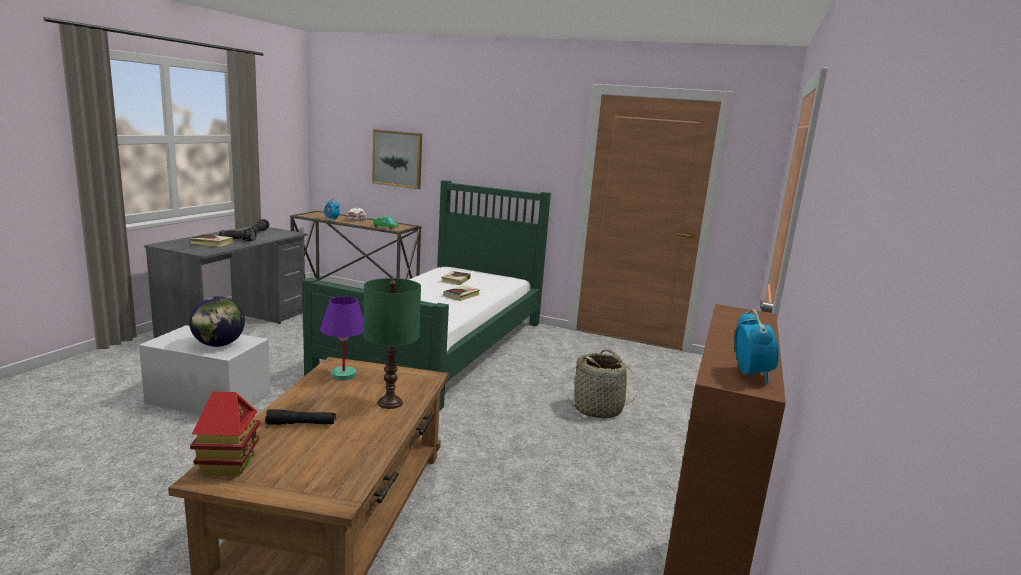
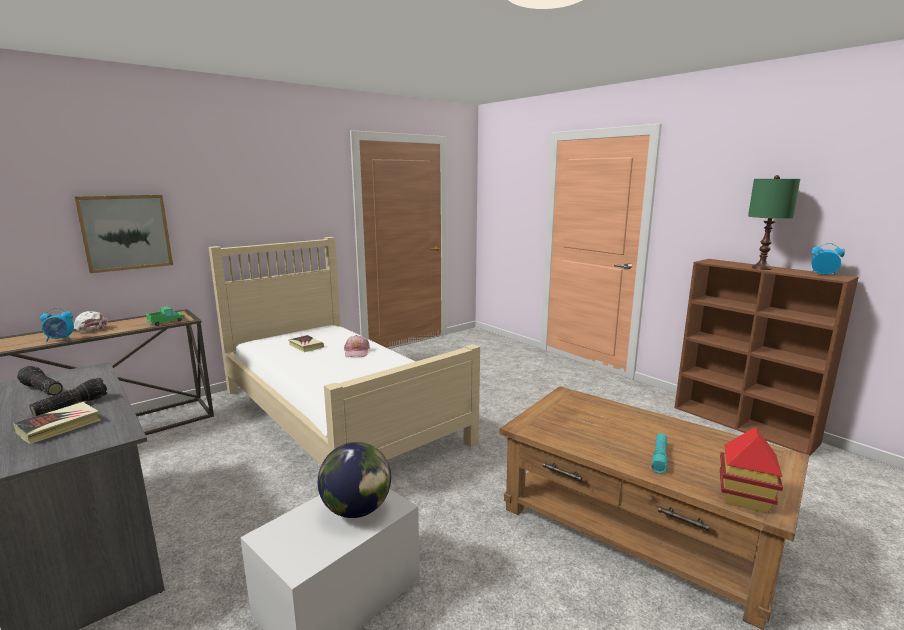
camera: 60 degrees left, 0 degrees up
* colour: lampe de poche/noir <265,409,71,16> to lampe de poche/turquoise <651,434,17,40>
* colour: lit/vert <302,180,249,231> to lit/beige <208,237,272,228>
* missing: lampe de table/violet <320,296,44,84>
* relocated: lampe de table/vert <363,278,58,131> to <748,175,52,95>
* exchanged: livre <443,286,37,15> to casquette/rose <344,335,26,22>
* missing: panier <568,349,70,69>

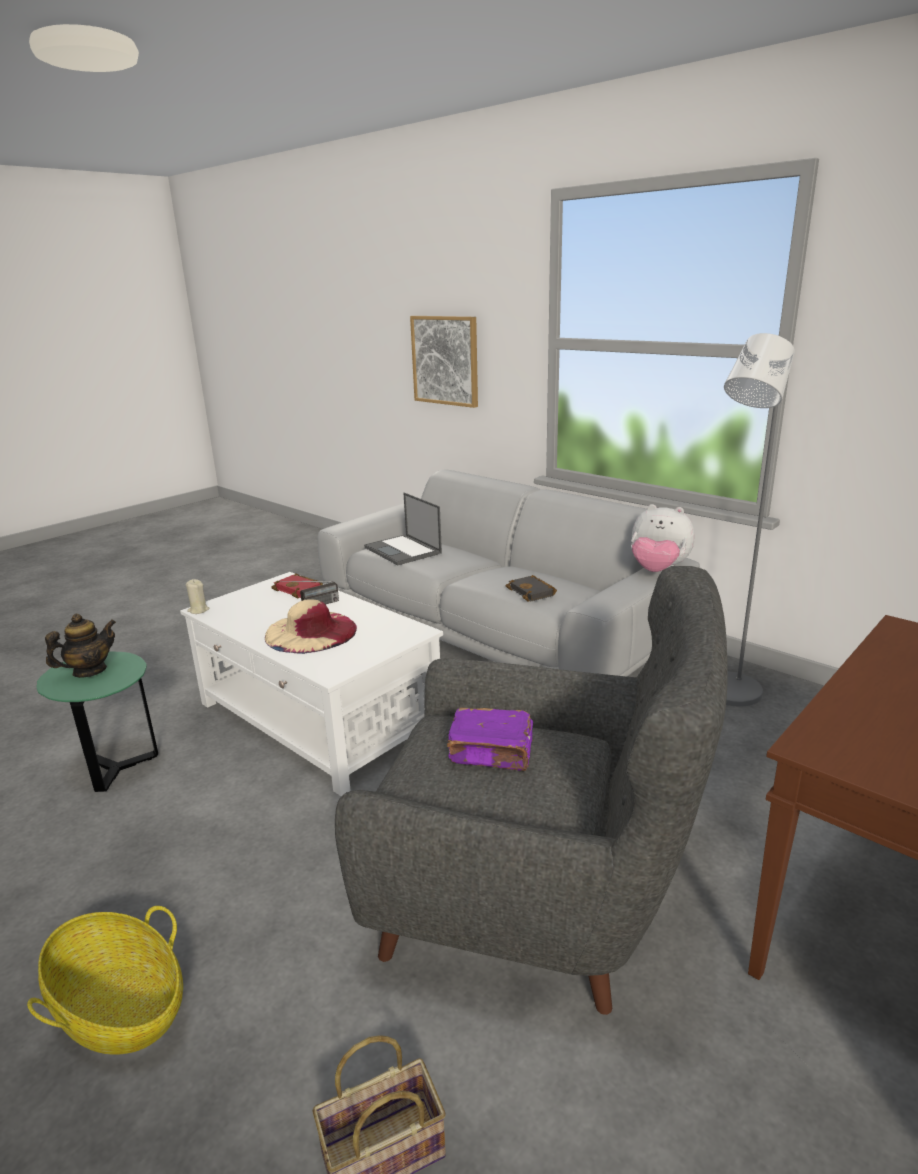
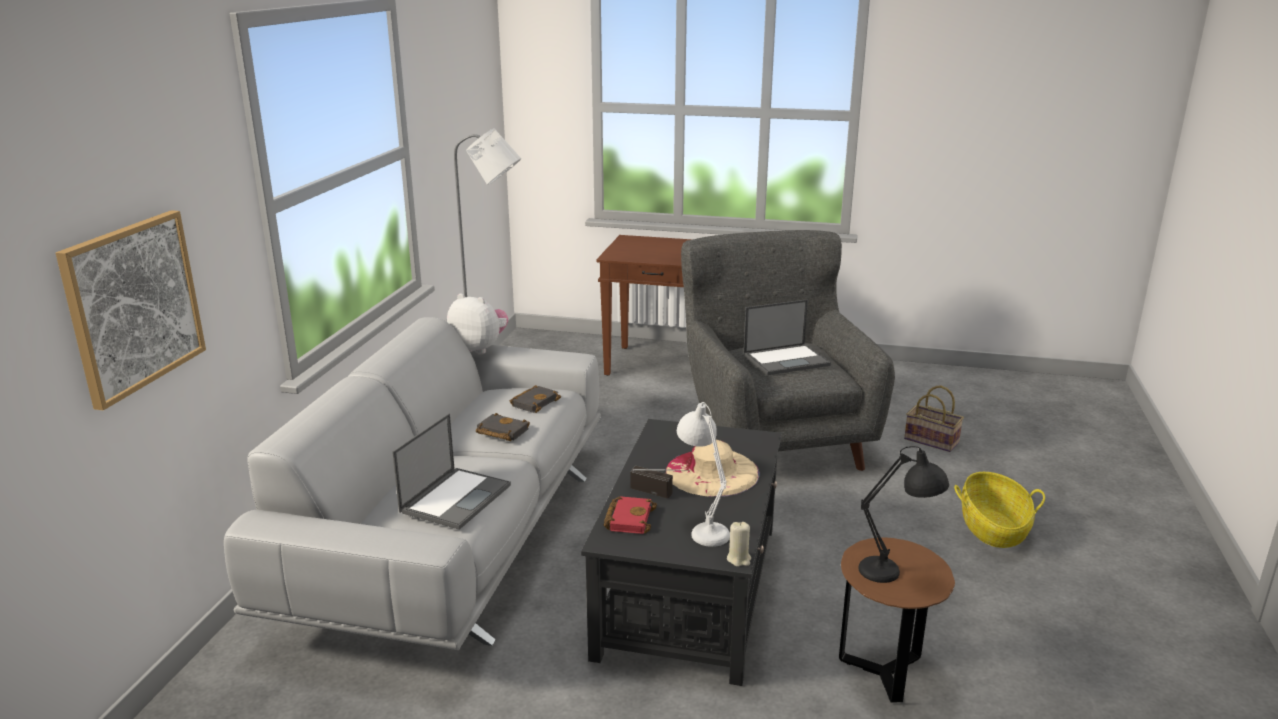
camera: 120 degrees left, 0 degrees up
* colour: table d'appoint/vert <36,651,122,141> to table d'appoint/marron <839,537,116,166>
* exchanged: théière <45,613,71,65> to lampe de table/noir <858,446,91,137>
* colour: table basse/blanc <180,572,263,225> to table basse/noir <581,419,201,267>
* exchanged: livre/violet <447,708,87,63> to ordinateur portable <743,299,88,76>
* spun: peluche <631,504,64,68> = <447,293,61,61> 60 degrees counterclockwise
* appeared: livre/noir <476,413,54,28>
* appeared: lampe de table/blanc <677,402,53,145>

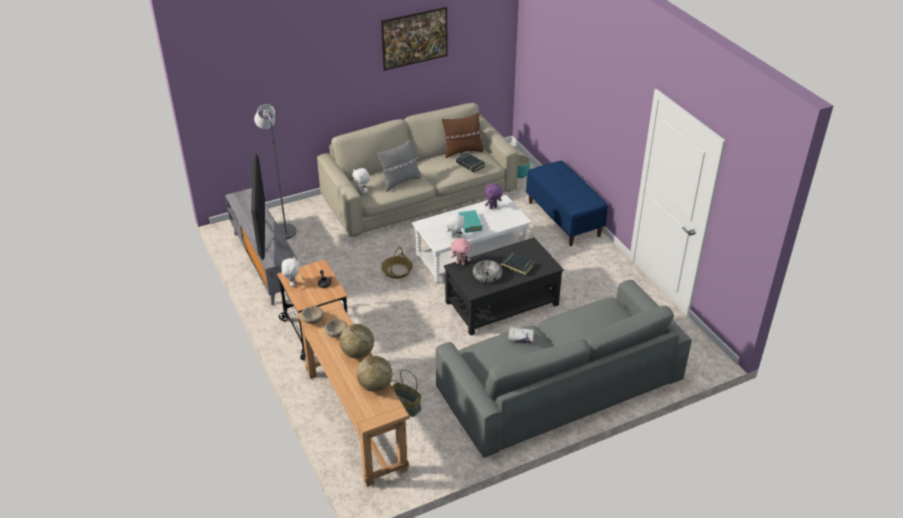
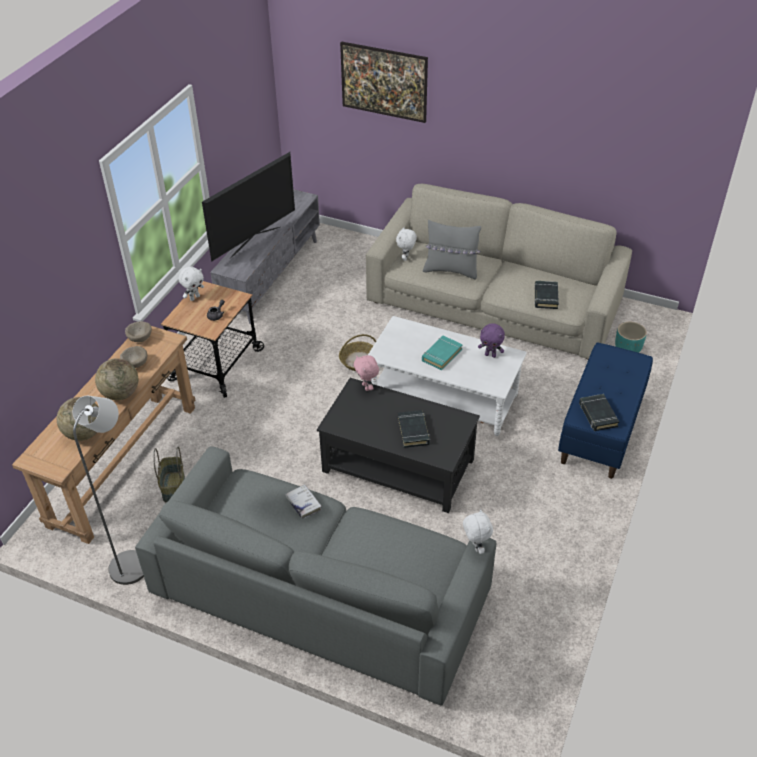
camera: 50 degrees right, 5 degrees up
* relocated: lampadaire/gris <254,104,43,136> to <73,396,71,189>
* relocated: tableau <381,7,66,64> to <340,41,88,82>
* missing: coussin/marron <442,113,42,45>
* relocated: peluche/blanc <446,213,19,26> to <463,509,30,45>
* missing: bol <473,260,30,23>
* appeared: livre/noir <579,394,40,37>

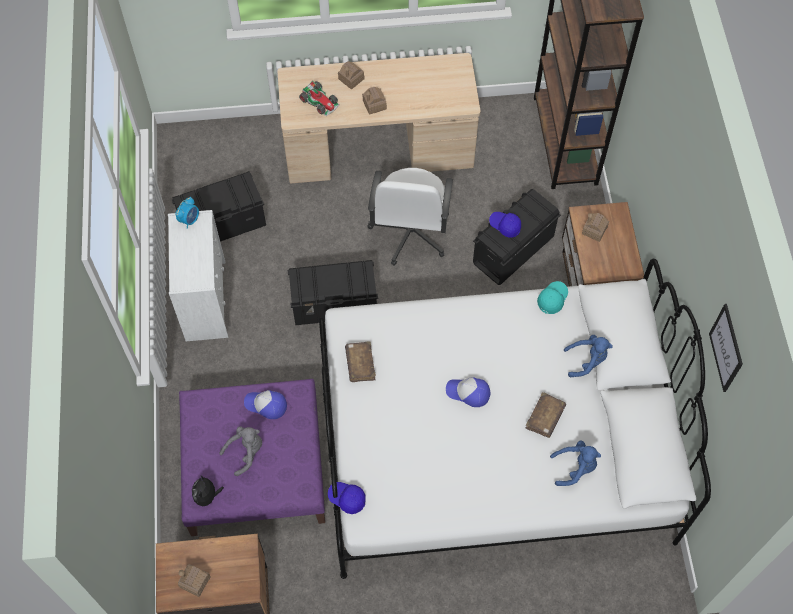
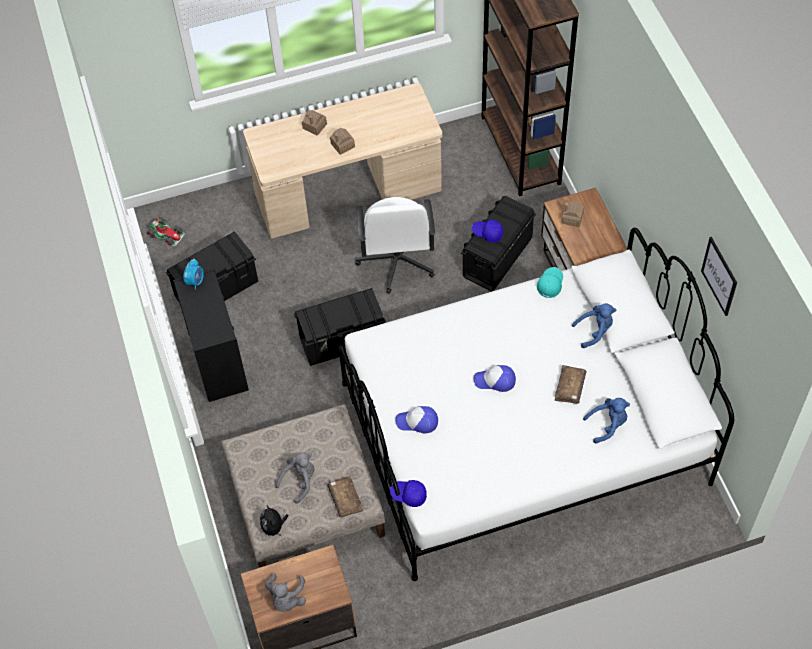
camera: 10 degrees left, 5 degrees down
* colour: commode/blanc <168,210,60,131> to commode/noir <173,269,76,133>
* exchanged: maison miniature <178,564,33,33> to peluche/gris <265,573,41,39>
* colour: pouf/violet <179,379,146,157> to pouf/beige <221,404,164,164>
* relocated: casquette <244,390,43,29> to <395,406,43,28>
* relocated: petite voiture <299,81,41,36> to <147,217,38,29>
* relocated: livre/marron <345,341,31,41> to <327,476,36,41>

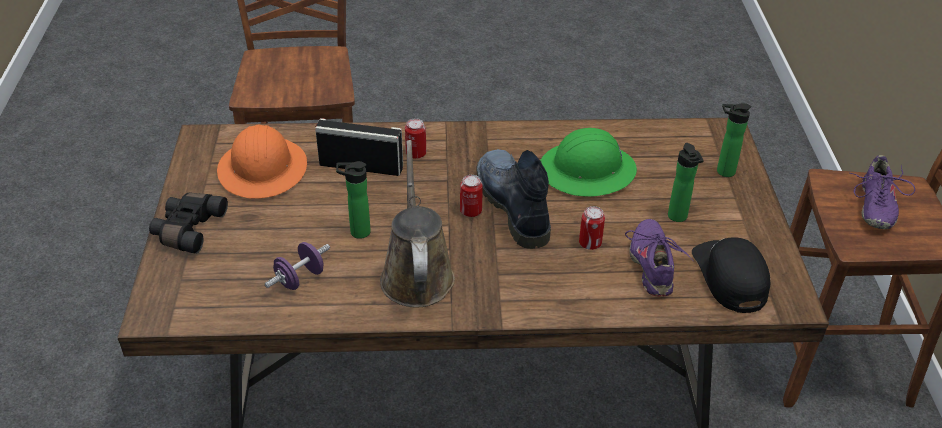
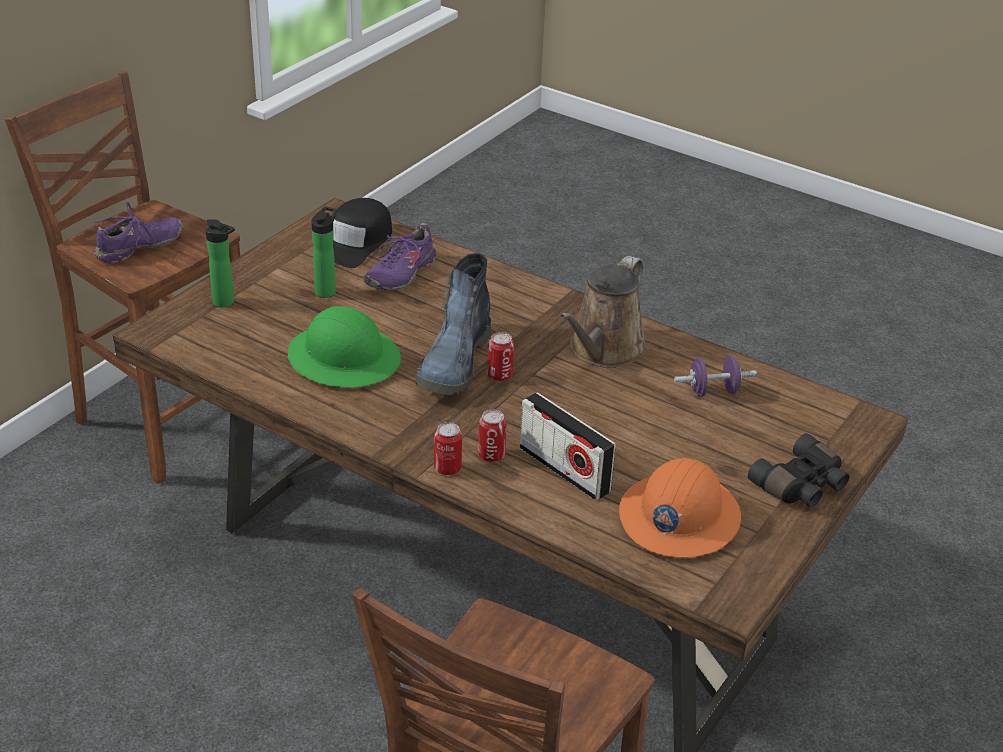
camera: 145 degrees left, 5 degrees down
* missing: bouteille <336,161,35,78>
* relocated: boîte métallique <579,206,26,44> to <434,422,28,53>

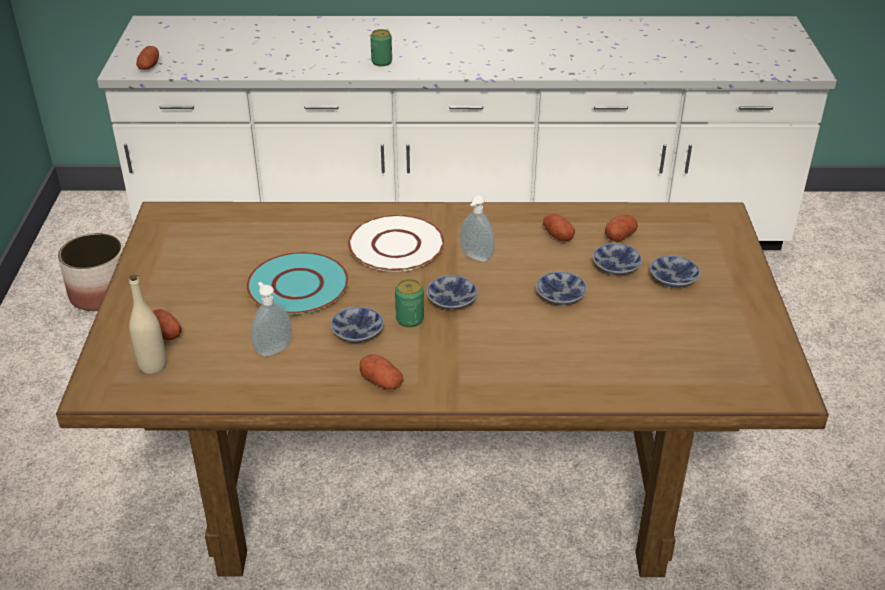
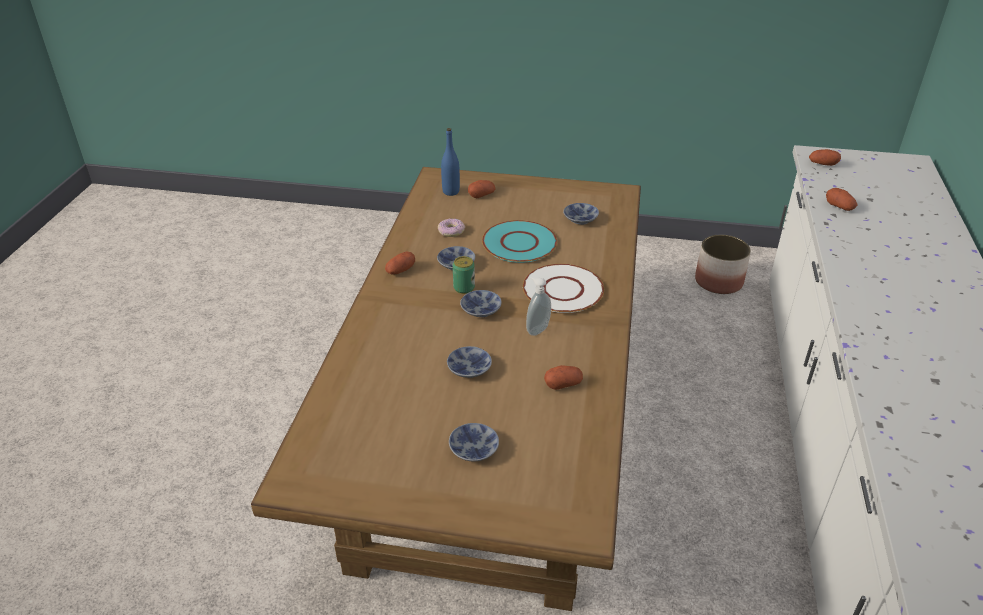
camera: 100 degrees right, 0 degrees up
* colour: bouteille/beige <129,275,38,99> to bouteille/bleu <441,128,19,68>
* exchanged: distributeur de savon <251,282,41,75> to beignet <438,219,27,18>
* missing: boîte métallique <370,29,22,37>
* relocated: bol <593,243,49,33> to <563,203,36,22>
* relocated: pomme de terre <605,215,33,27> to <826,188,32,23>

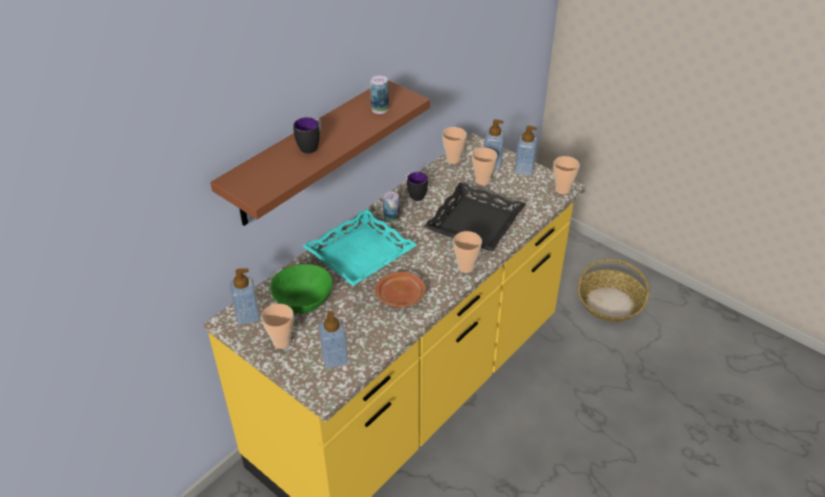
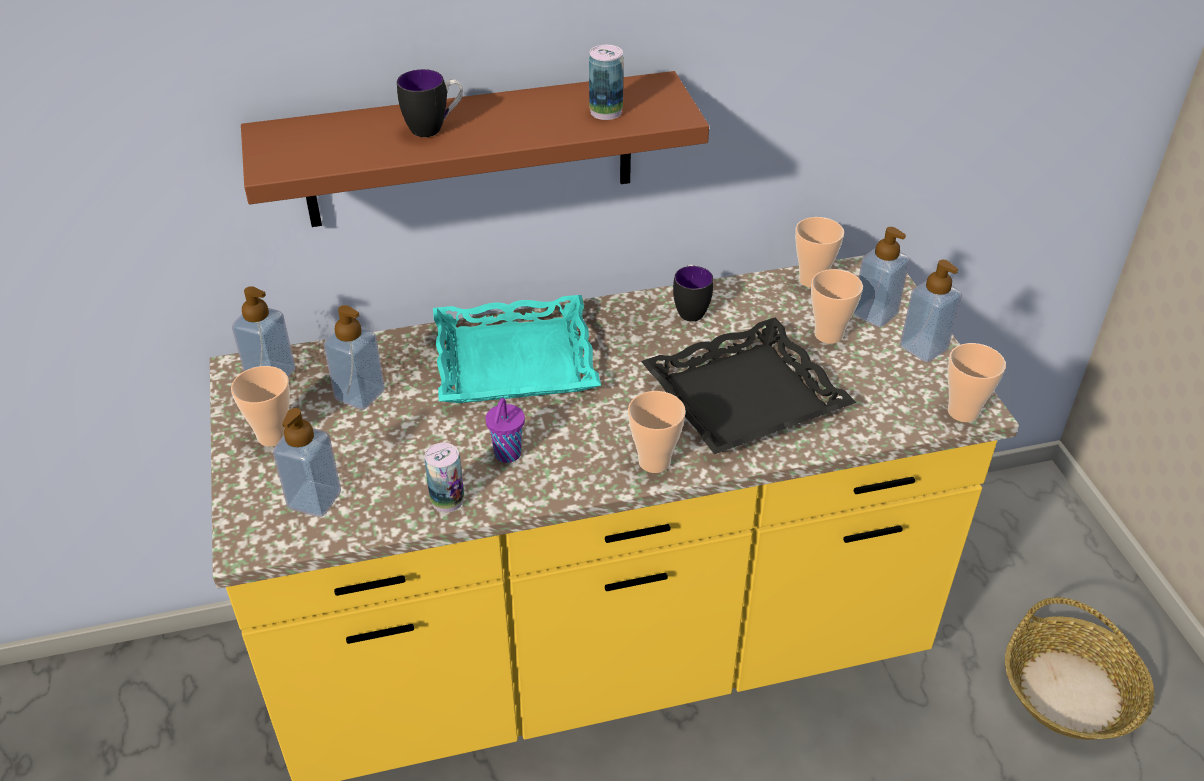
camera: 35 degrees right, 0 degrees up
* exchanged: bol/vert <270,264,63,50> to distributeur de savon <323,305,62,105>
* exchanged: assiette/marron <375,272,51,35> to tasse/violet <485,398,40,65>
* relocated: boîte métallique <383,192,17,33> to <425,443,39,70>

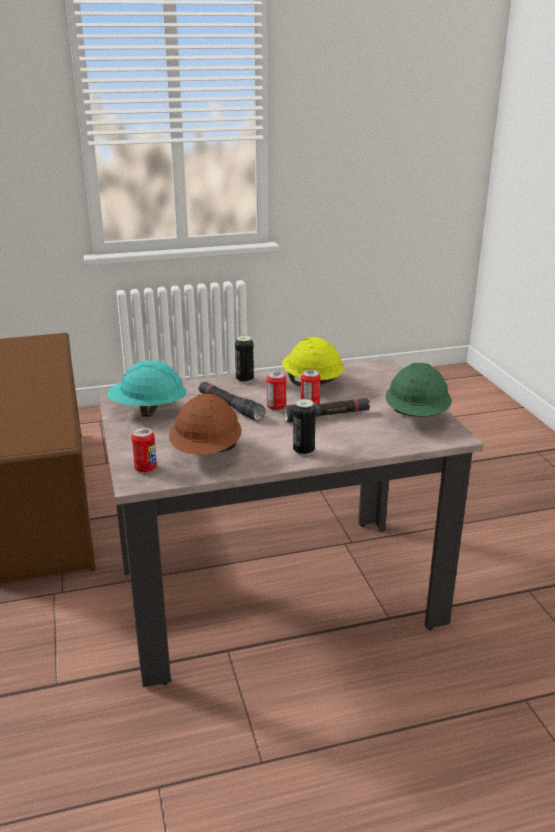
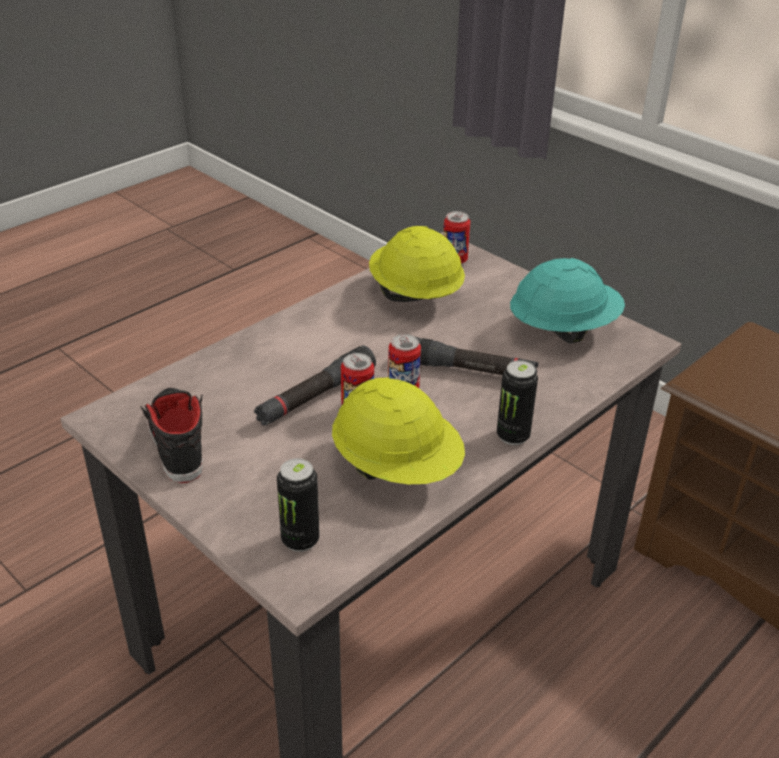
camera: 150 degrees right, 10 degrees up
* colour: casque de chantier/marron <169,394,73,61> to casque de chantier/jaune <369,226,96,76>
* relocated: boîte métallique <293,399,23,57> to <277,458,43,94>
* exchanged: casque de chantier/vert <385,363,67,54> to chaussure/noir <140,388,63,95>

